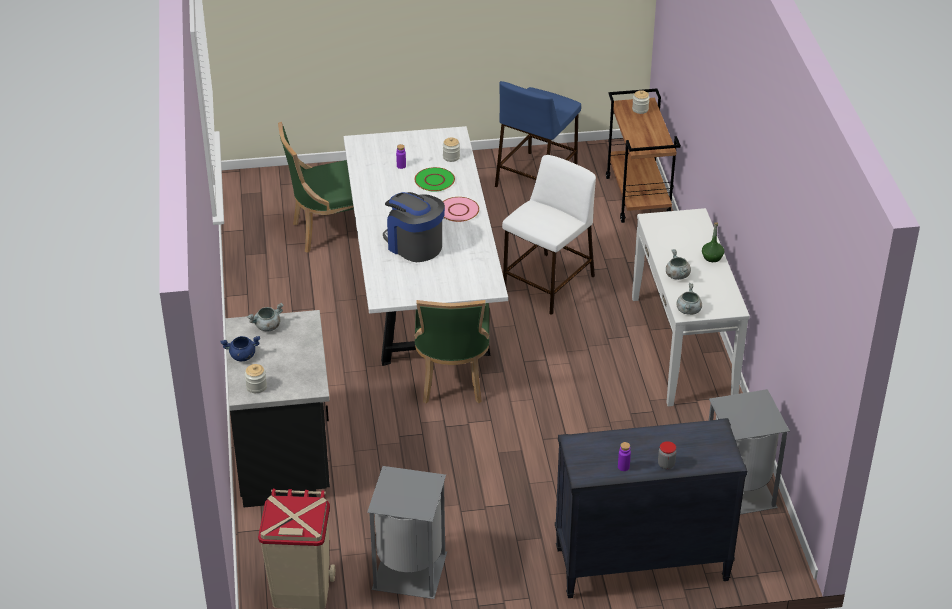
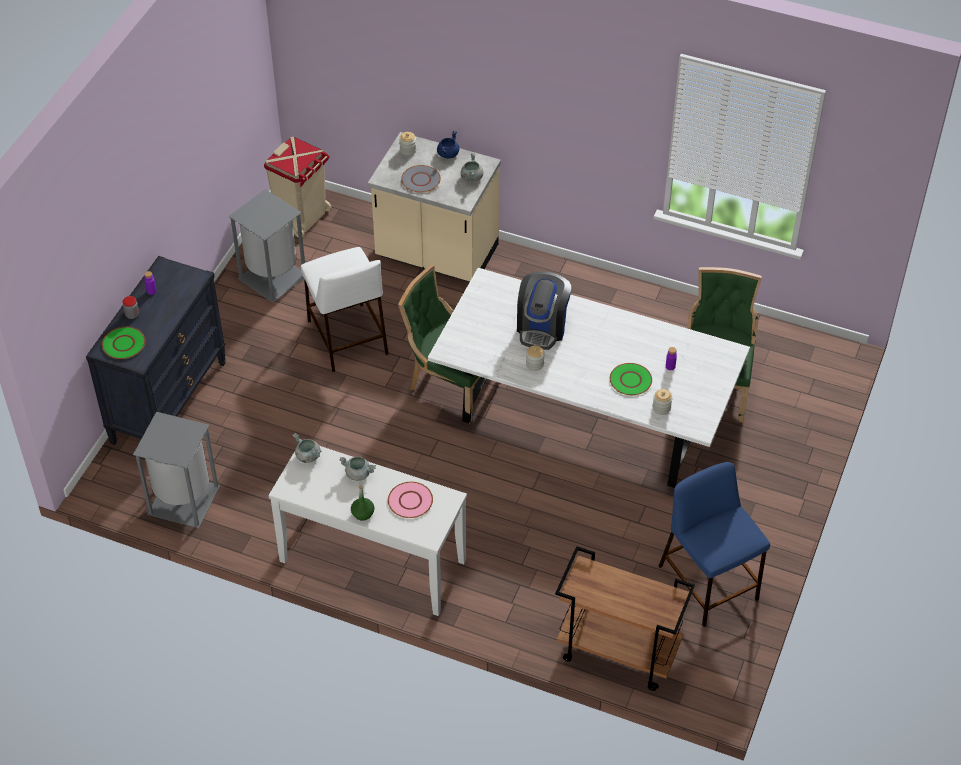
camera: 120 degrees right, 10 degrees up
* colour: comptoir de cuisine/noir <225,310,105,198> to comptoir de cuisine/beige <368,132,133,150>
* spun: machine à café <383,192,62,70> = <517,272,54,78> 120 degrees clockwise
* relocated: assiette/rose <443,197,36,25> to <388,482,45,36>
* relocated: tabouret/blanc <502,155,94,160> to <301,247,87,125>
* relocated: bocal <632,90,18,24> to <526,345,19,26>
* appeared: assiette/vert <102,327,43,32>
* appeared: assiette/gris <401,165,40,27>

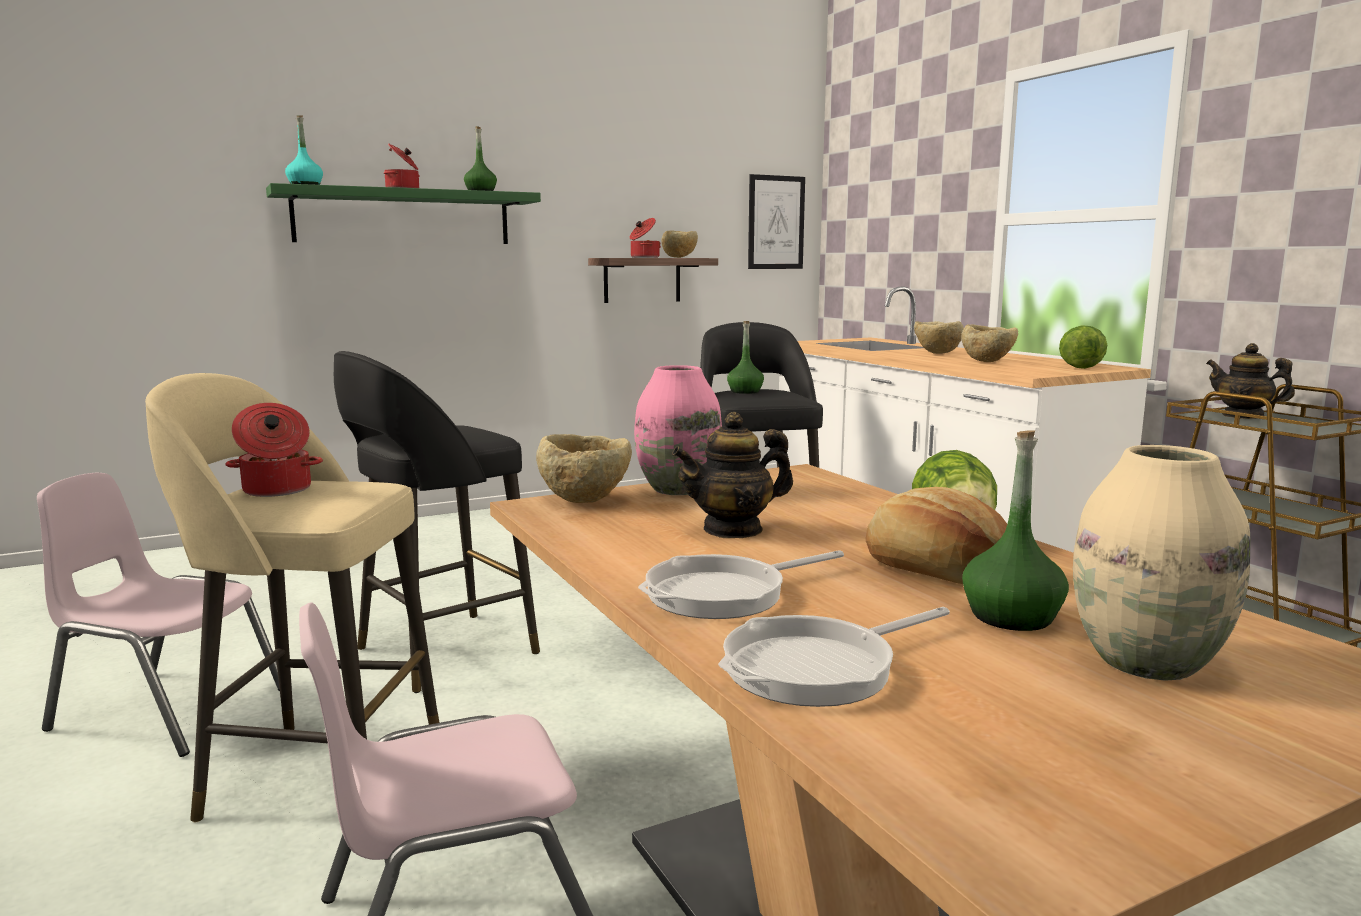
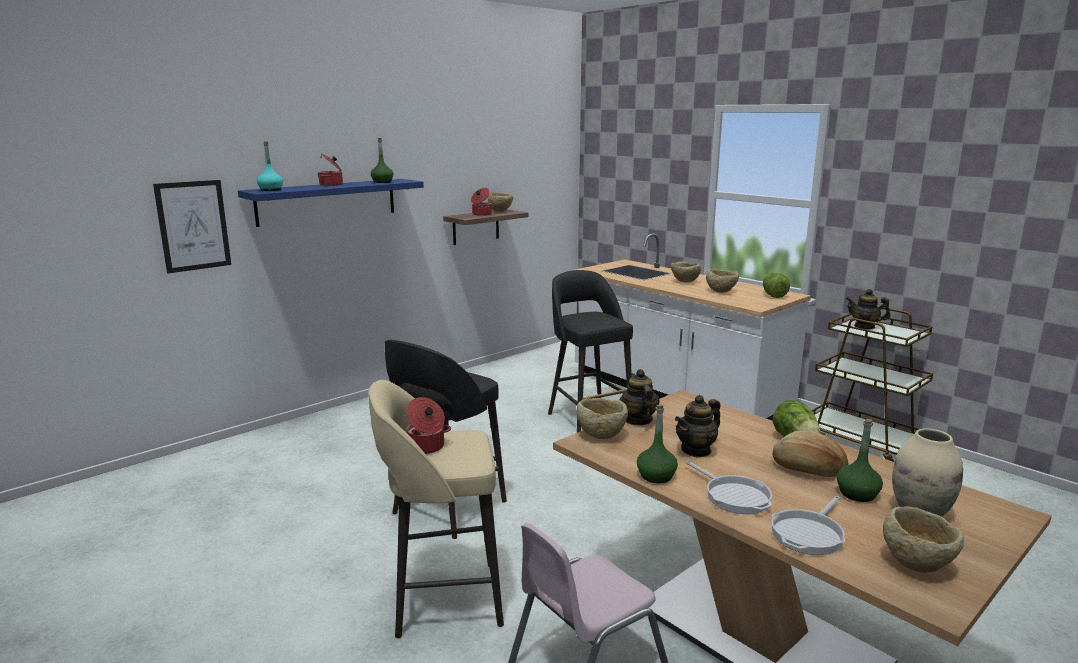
camera: 15 degrees left, 5 degrees up
* missing: chaise/rose <37,473,243,284>
* colour: étagère/vert <266,183,275,61> to étagère/bleu <238,179,186,48>
* exchanged: vase/rose <634,365,88,130> to théière <620,369,40,57>
* spun: poêle <638,550,206,69> = <685,461,87,53> 75 degrees counterclockwise
* relocated: bouteille/vert <727,321,37,73> to <637,405,41,78>
* relocated: tableau <748,174,57,95> to <153,180,78,93>
* appeared: bol/beige <883,506,81,67>

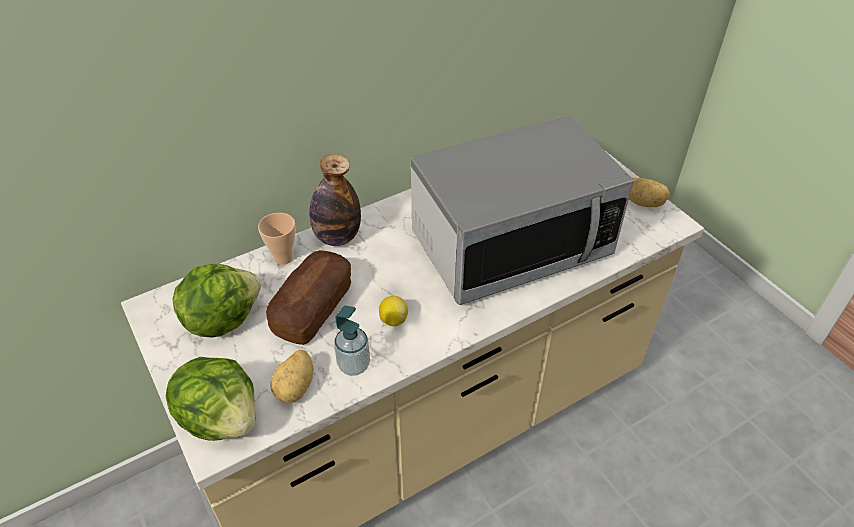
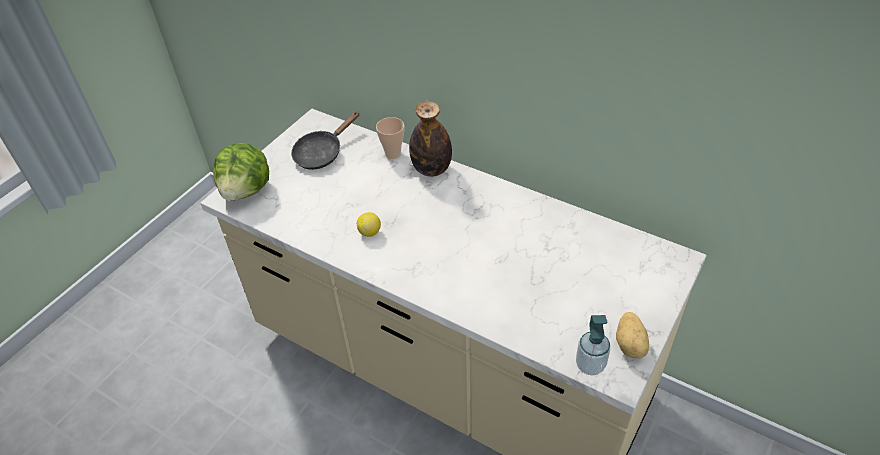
camera: 65 degrees right, 0 degrees up
* exchanged: laitue <172,264,89,73> to poêle/noir <291,111,68,59>
* missing: pain <266,251,85,94>
* missing: pomme de terre <270,350,43,53>
* relocated: distributeur de savon <334,306,36,70> to <576,315,34,60>
* missing: micro-ondes <411,115,223,190>

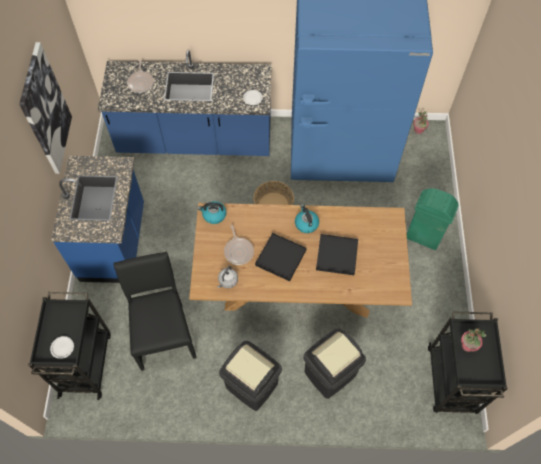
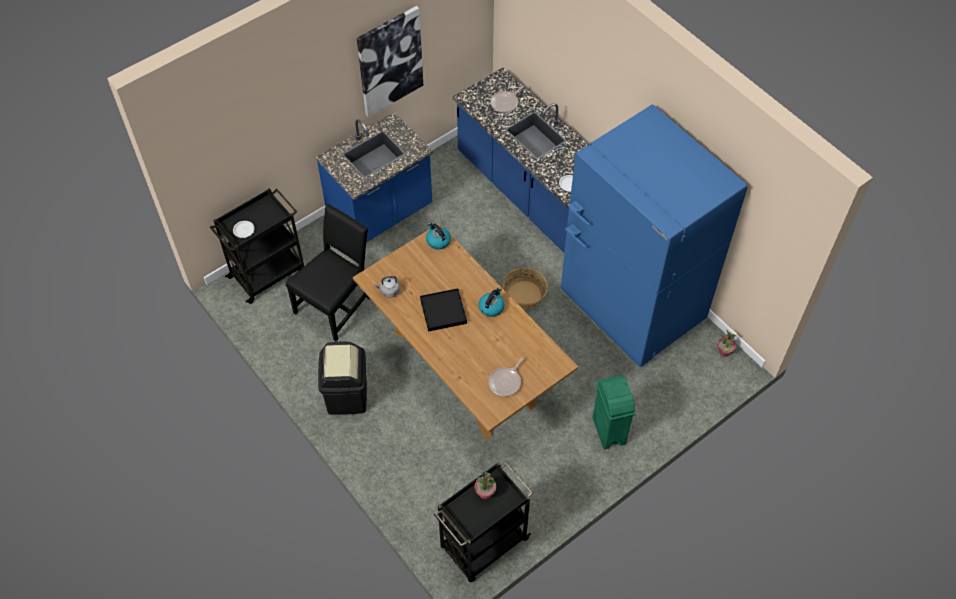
camera: 50 degrees right, 5 degrees down
* relocated: poêle <224,225,30,40> to <489,357,35,39>
* missing: poubelle/noir <303,328,63,71>
* missing: plateau/noir <316,234,42,41>

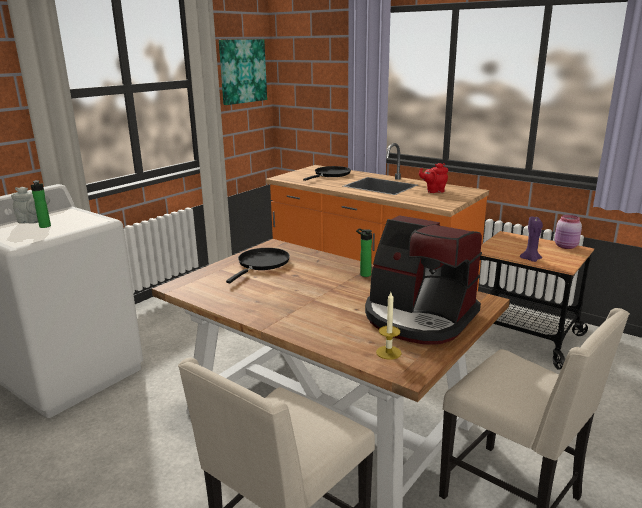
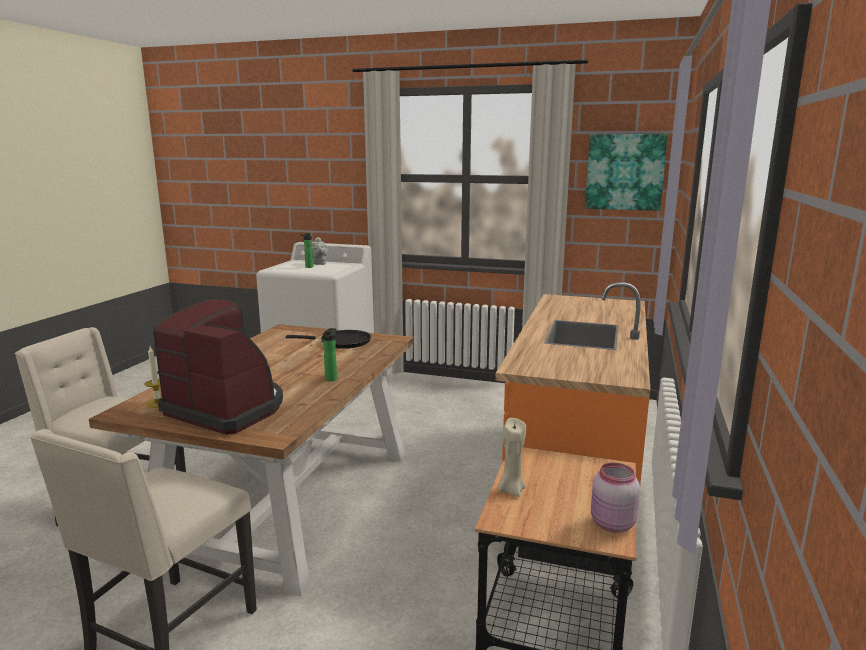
camera: 70 degrees right, 5 degrees down
* missing: poêle/noir <303,166,48,15>
* spun: machine à café <365,215,117,129> = <153,299,130,136> 105 degrees clockwise
* missing: théière/rouge <419,163,29,30>
* colour: bougie/violet <520,217,23,45> to bougie/beige <498,418,28,79>

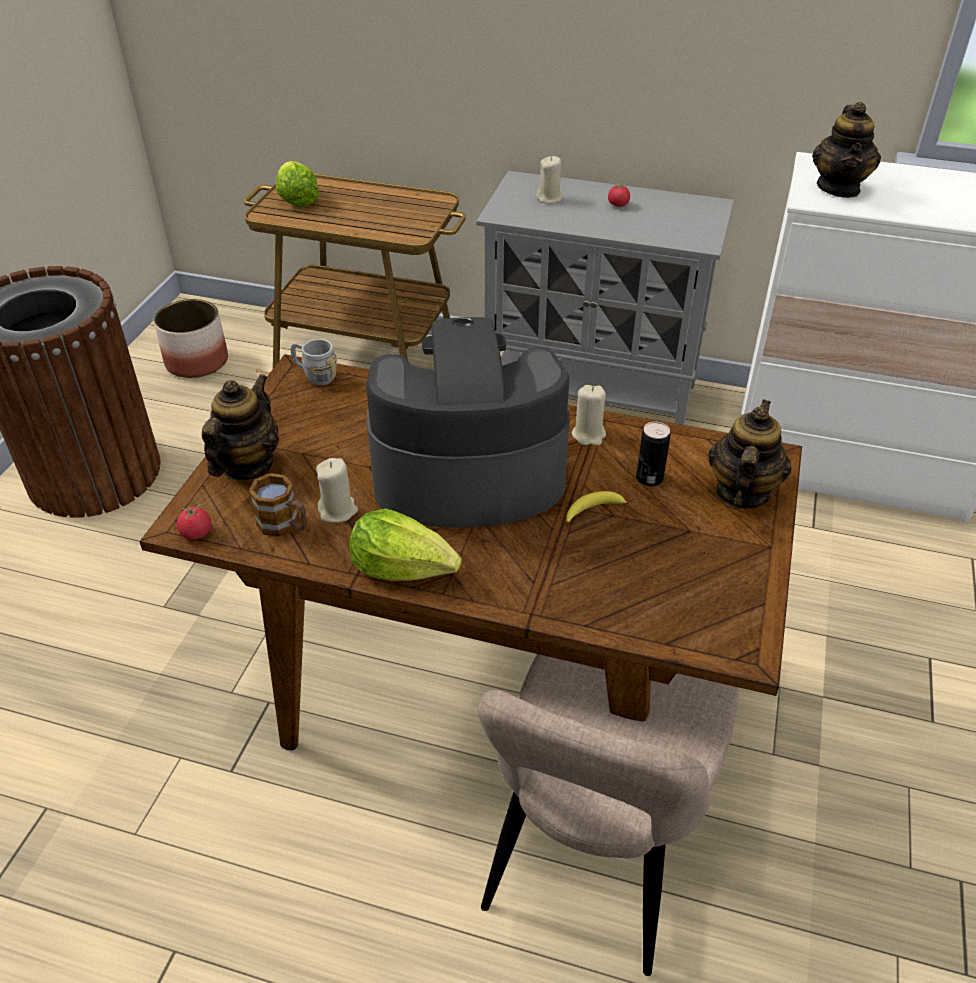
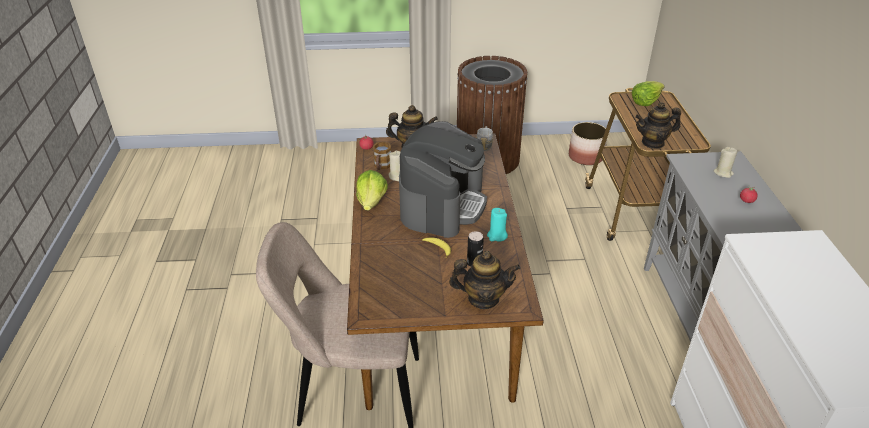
camera: 70 degrees right, 5 degrees down
* spun: machine à café <366,317,204,211> = <399,121,88,117> 45 degrees clockwise
* colour: bougie/beige <572,385,34,61> to bougie/turquoise <487,208,21,34>
* relocated: théière <812,102,69,96> to <635,102,46,47>

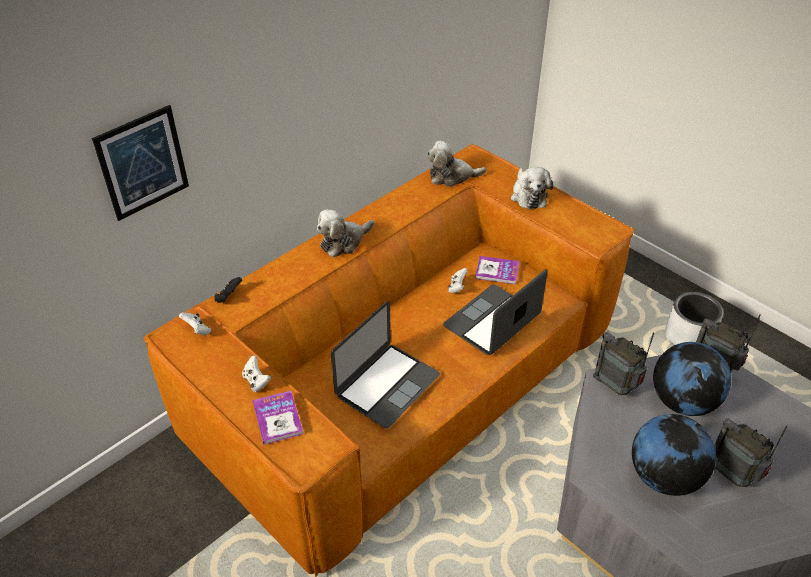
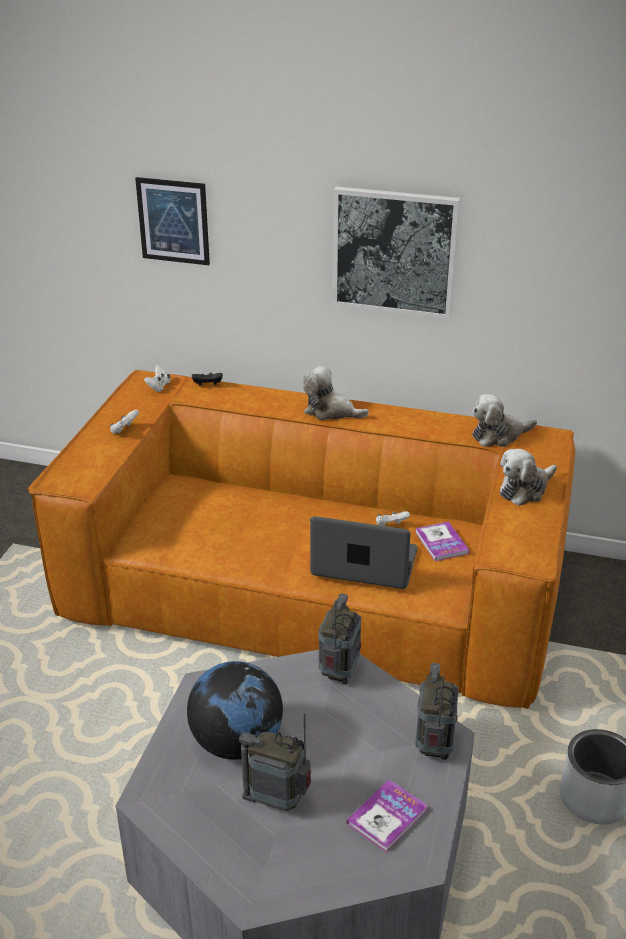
camera: 60 degrees right, 10 degrees down
* relocated: livre <253,391,50,54> to <347,779,81,74>
* missing: ordinateur portable <331,301,109,127>
* spun: peluche <427,141,59,46> = <472,394,65,53> 75 degrees counterclockwise
* missing: globe <653,342,78,74>
* spun: radio <714,418,74,69> = <239,713,72,98> 90 degrees counterclockwise
* appeared: tableau <332,186,128,133>

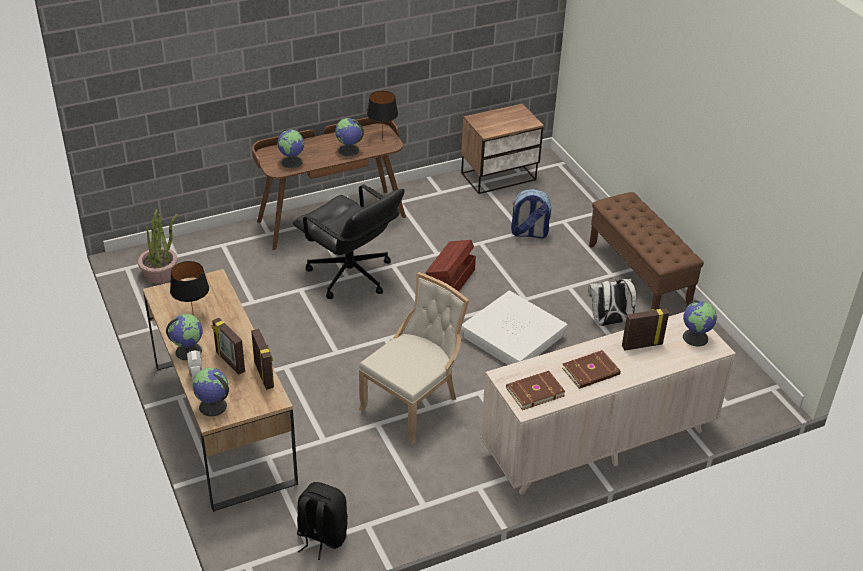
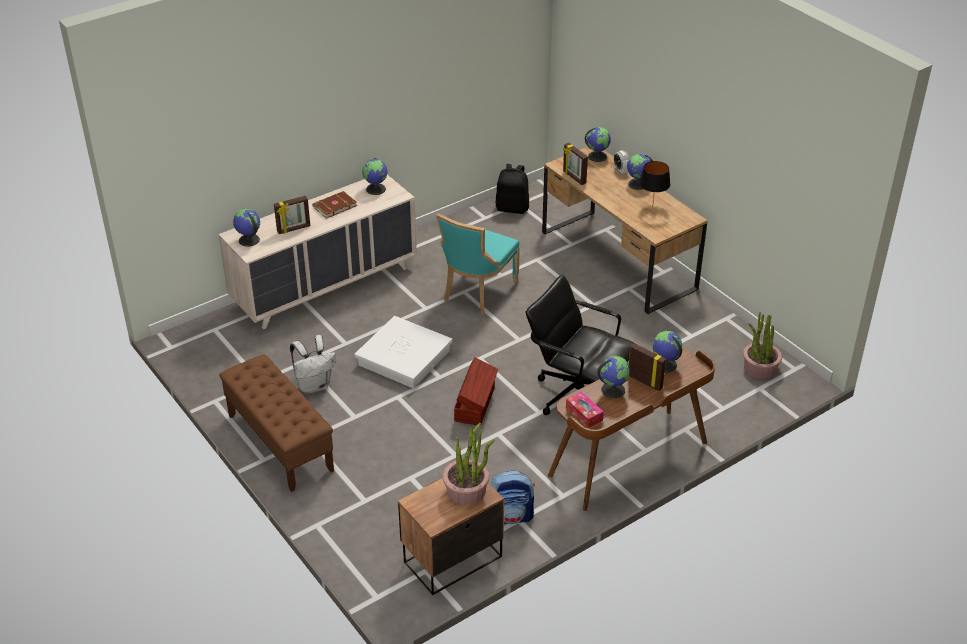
camera: 170 degrees right, 0 degrees up
* relocated: cadre photo <211,318,34,57> to <629,343,37,48>
* colour: chaise/beige <359,272,110,173> to chaise/turquoise <436,213,84,101>
* exchanged: lampe de table/noir <367,91,31,47> to boîte à mouchoirs <566,392,38,36>
* exchanged: livre/marron <506,371,59,39> to globe <362,158,25,37>
* relocated: sac à dos <511,189,40,50> to <490,471,45,53>
* appeared: plante en pot <443,423,52,82>

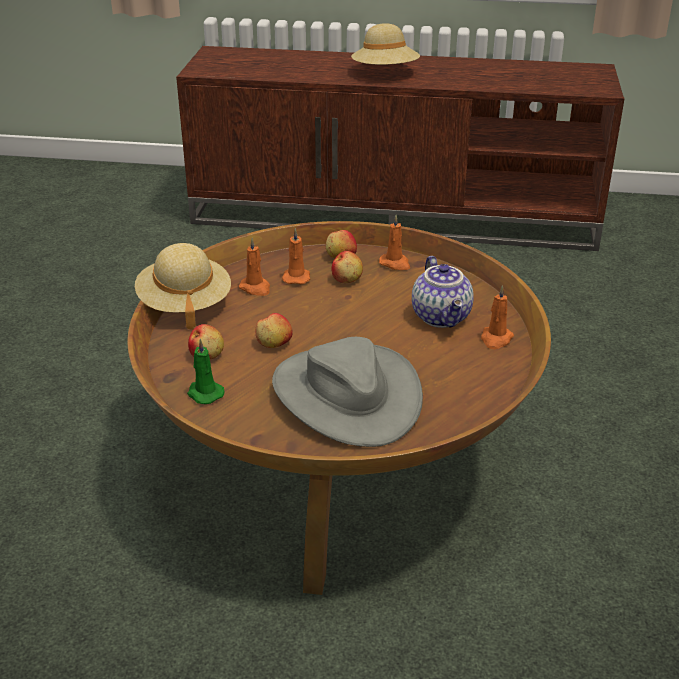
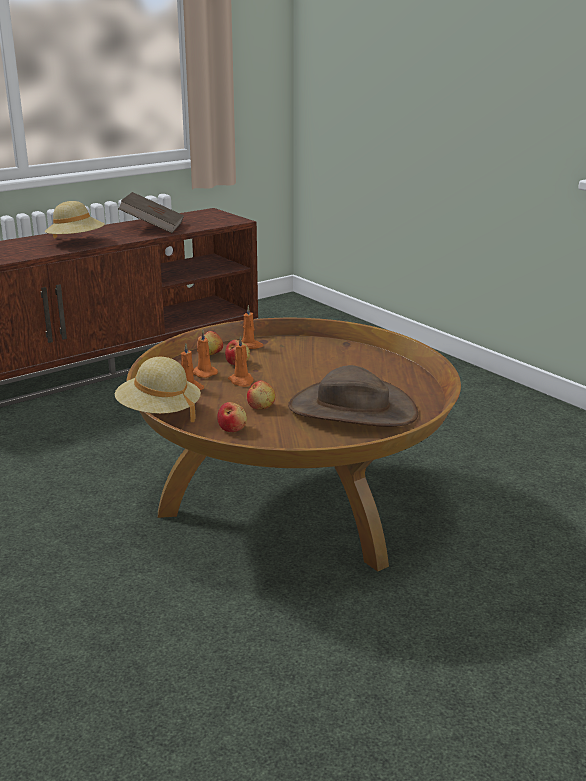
camera: 45 degrees left, 10 degrees down
* missing: bougie/vert <187,339,38,65>
* colour: chapeau/gris <272,337,151,110> to chapeau/marron <288,365,130,62>
* missing: théière <412,256,62,72>
* relocated: bougie/orange <481,285,33,64> to <228,337,26,50>
* appeared: livre/marron <118,192,66,41>

